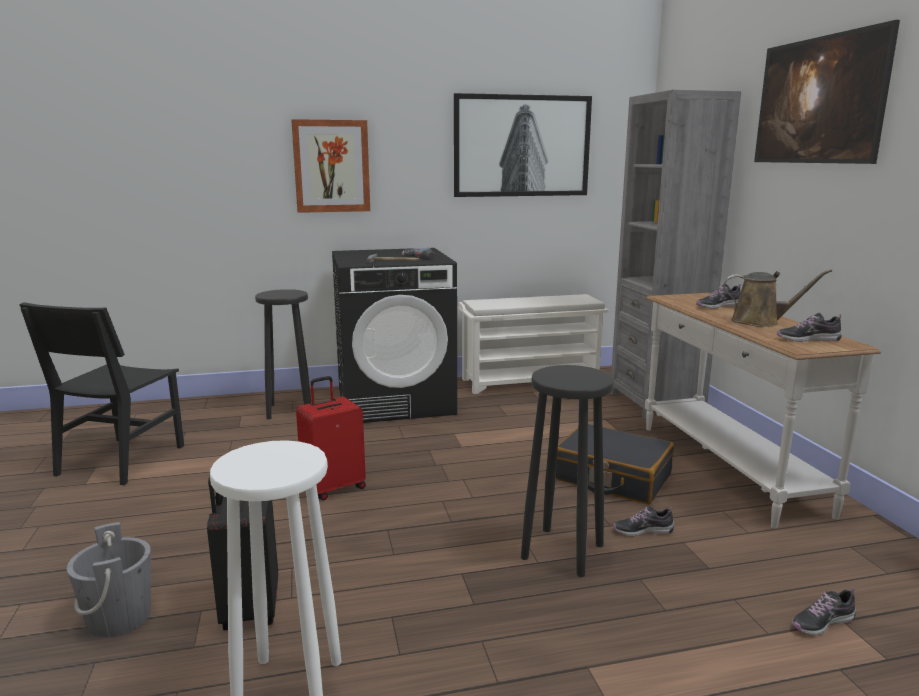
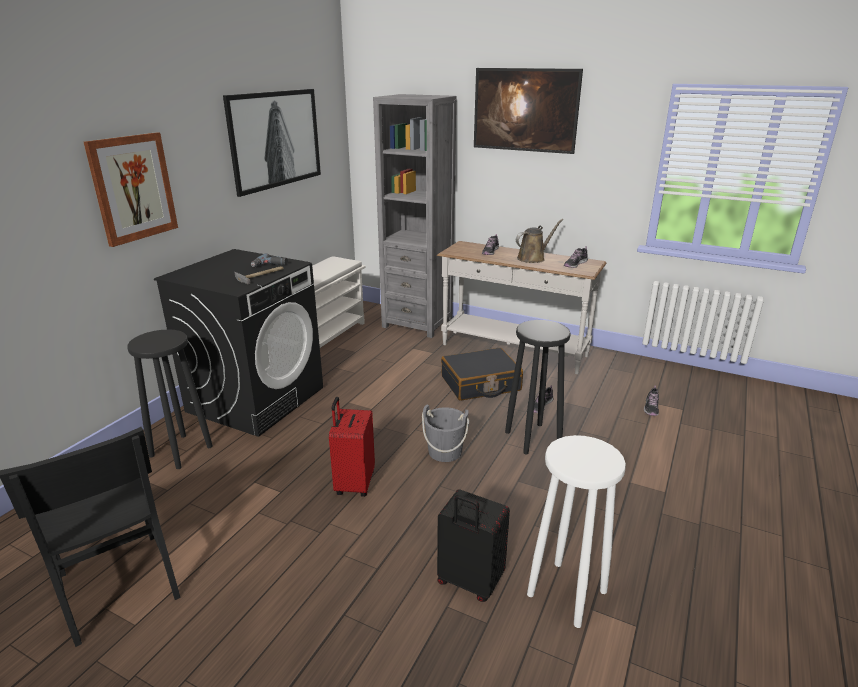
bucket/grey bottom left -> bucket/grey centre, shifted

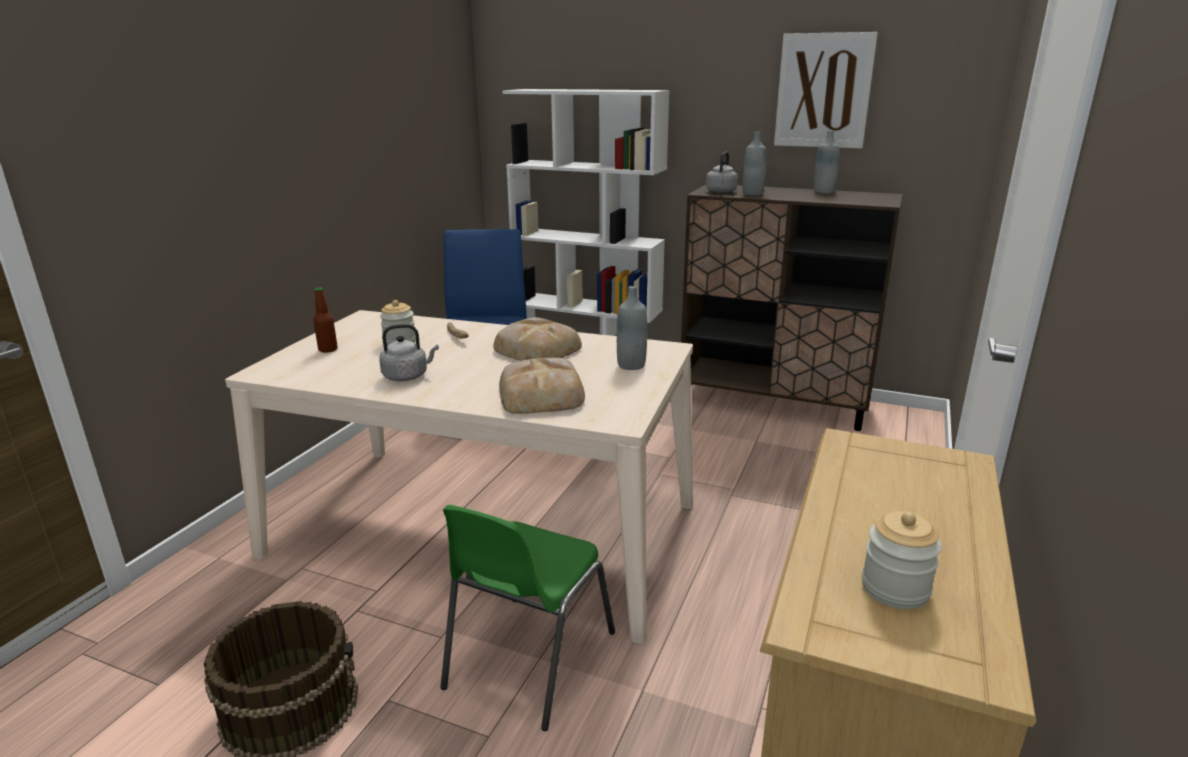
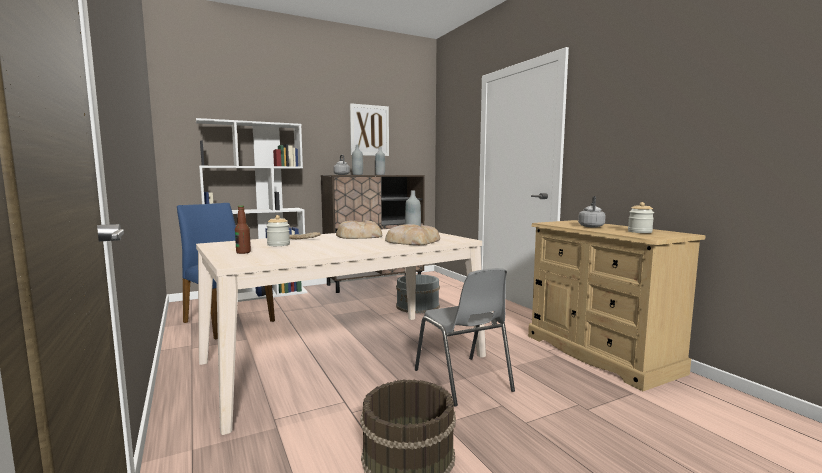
none -> bucket/grey centre
kettle/grey (no. 1 from left in the first image) centre -> kettle/grey (no. 2 from left) middle right, shifted
chair/green bottom centre -> chair/grey bottom centre

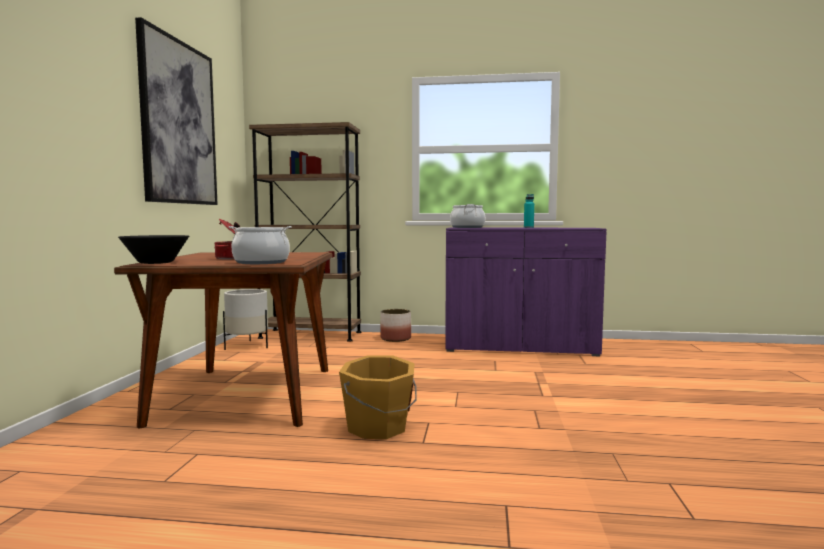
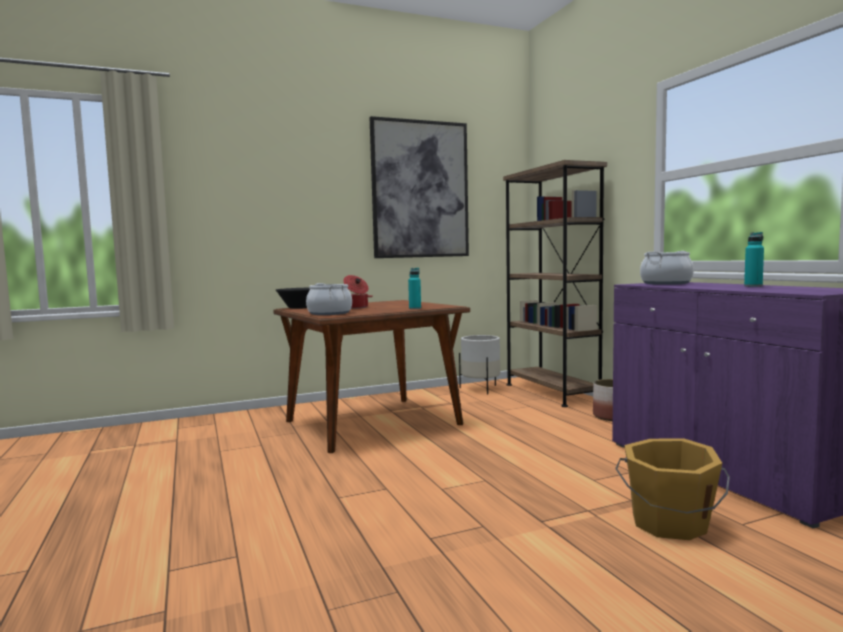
none -> bottle/turquoise (no. 1 from left) centre
bucket/orange bottom centre -> bucket/orange bottom right, shifted

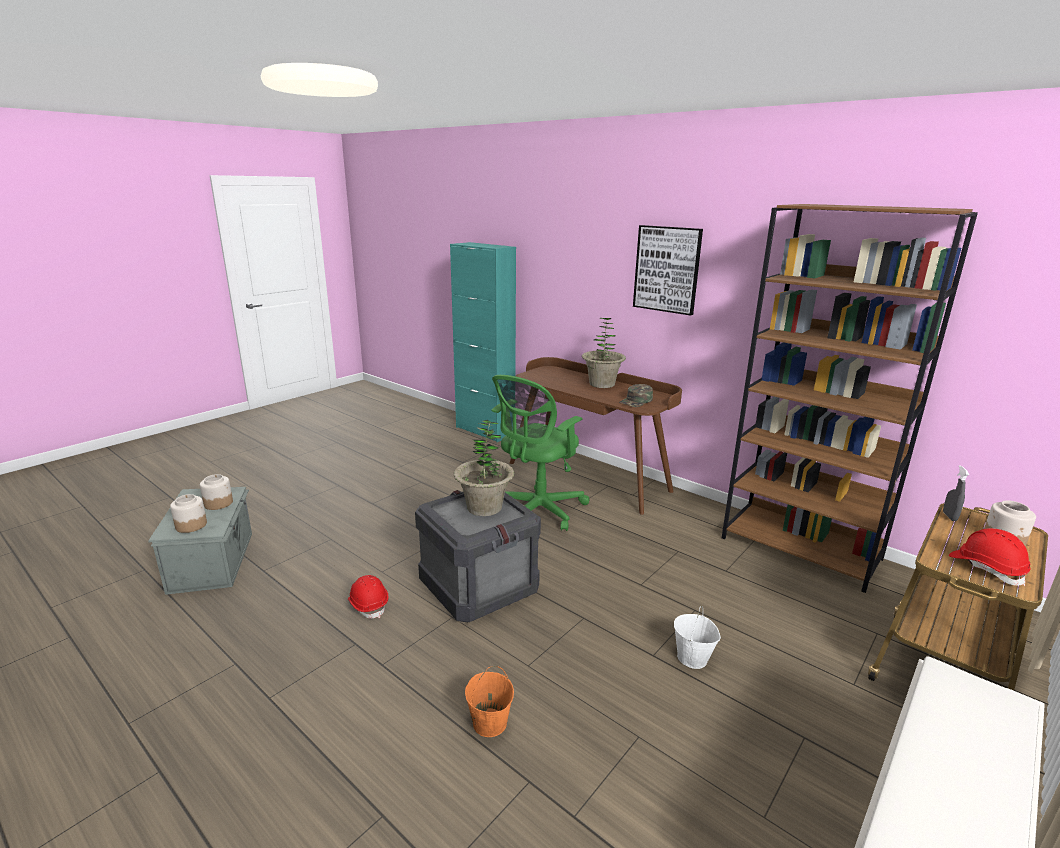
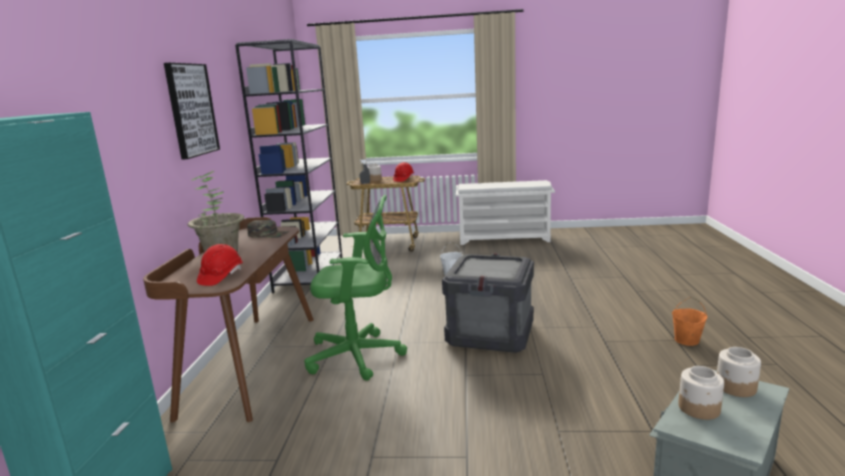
potted plant (no. 1 from left) centre -> none
hard hat/red (no. 1 from left) bottom centre -> hard hat/red (no. 1 from left) middle left, shifted
bucket/orange bottom centre -> bucket/orange bottom right, shifted
bookcase/brown middle right -> bookcase/grey centre

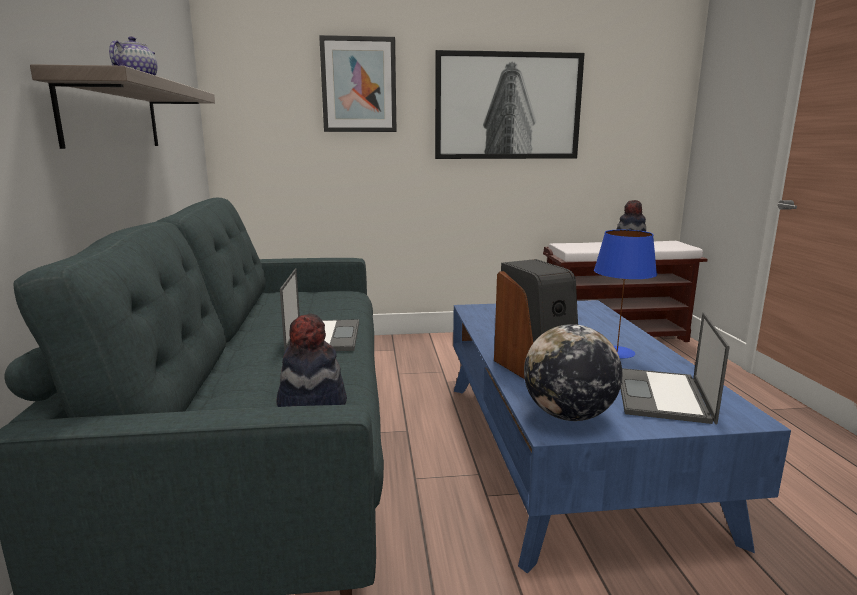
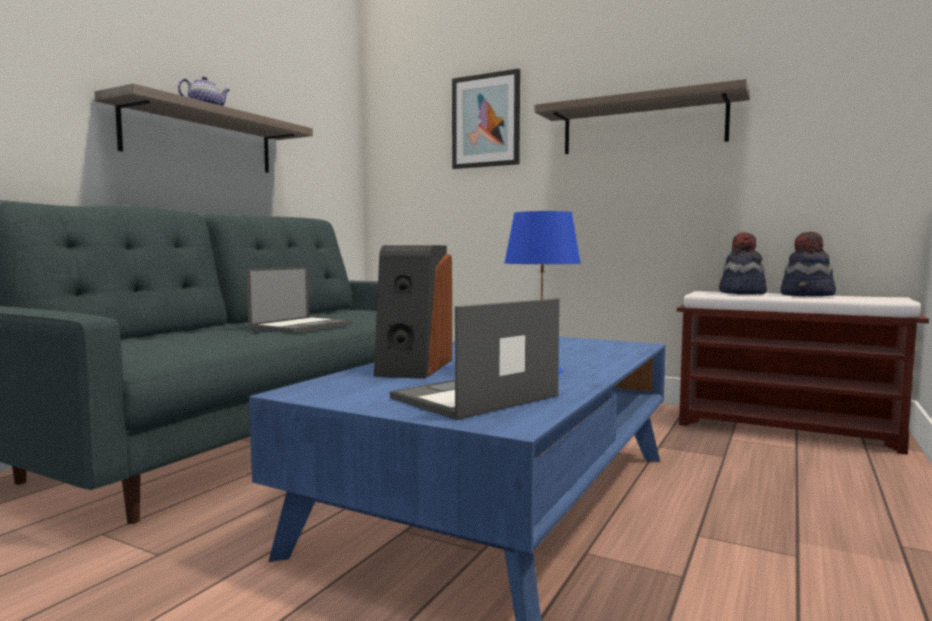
globe middle right -> none
hat (no. 1 from left) centre -> hat (no. 1 from left) middle right, shifted
picture (no. 2 from left) top centre -> shelf (no. 2 from left) top right

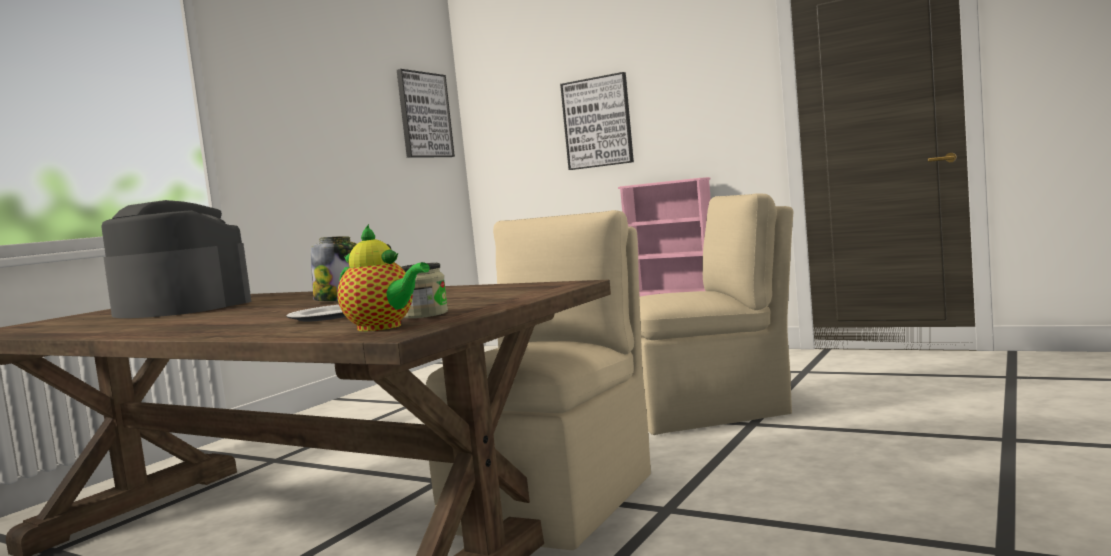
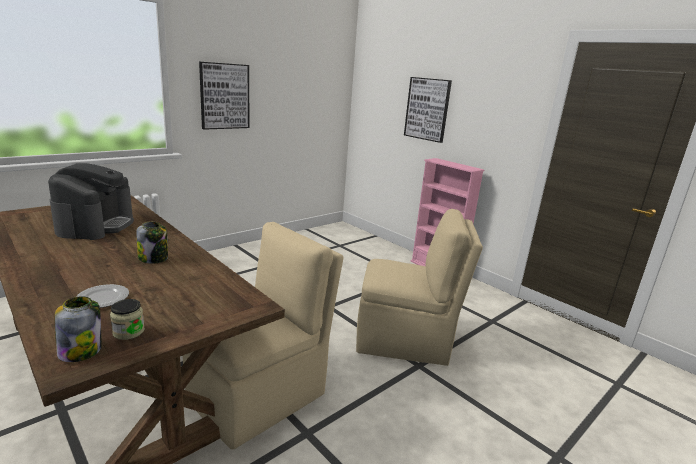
picture (no. 1 from left) top centre -> picture (no. 1 from left) top left, shifted
teapot centre -> jar (no. 1 from left) bottom left
coffee machine middle left, 45 degrees clockwise

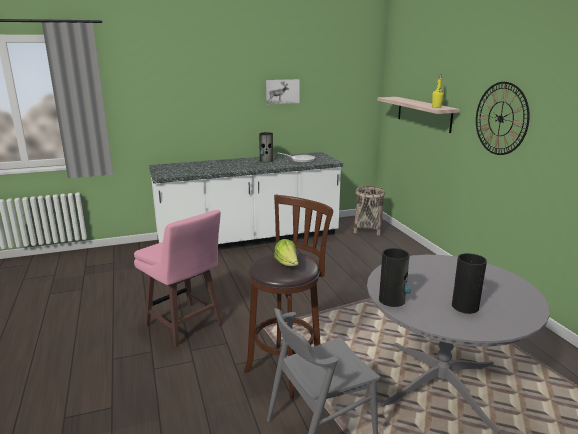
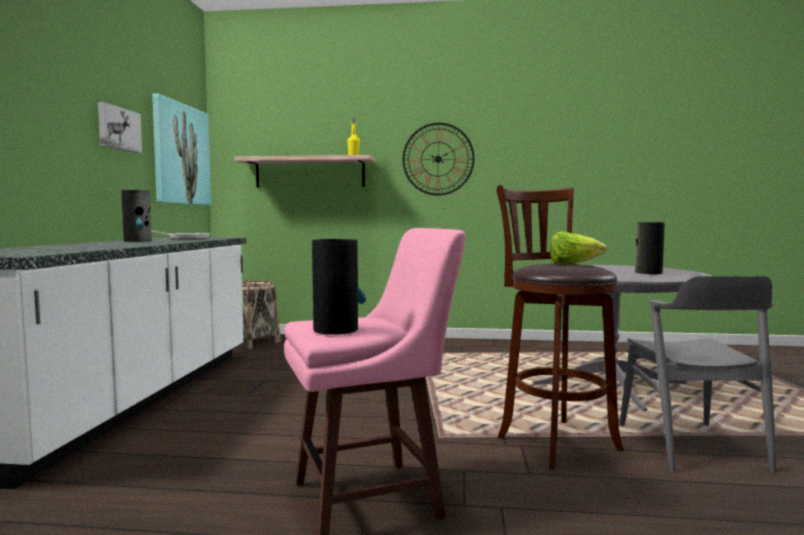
none -> picture (no. 2 from left) top left
vase (no. 2 from left) middle right -> vase (no. 2 from left) centre, shifted

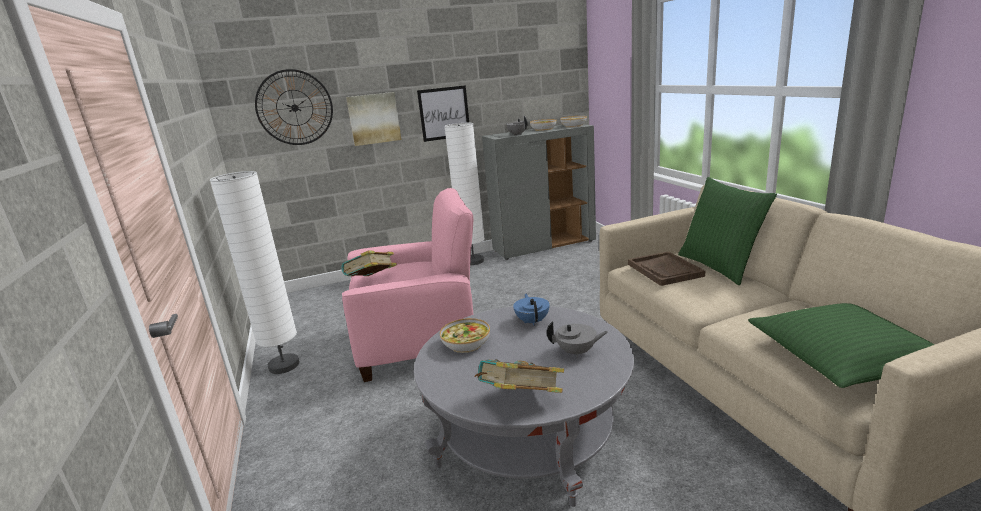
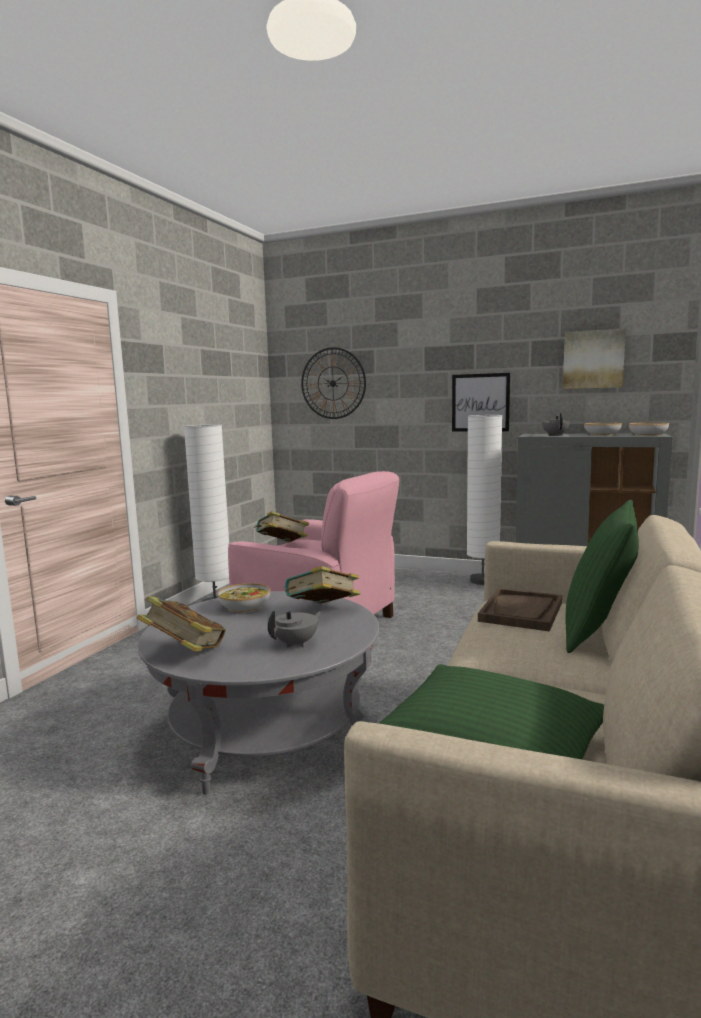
picture (no. 1 from left in the first image) top centre -> picture (no. 2 from left) middle right, shifted
teapot/blue centre -> book (no. 3 from left) centre
teapot/grey (no. 2 from left in the first image) centre -> teapot/grey (no. 1 from left) centre, 90 degrees counterclockwise

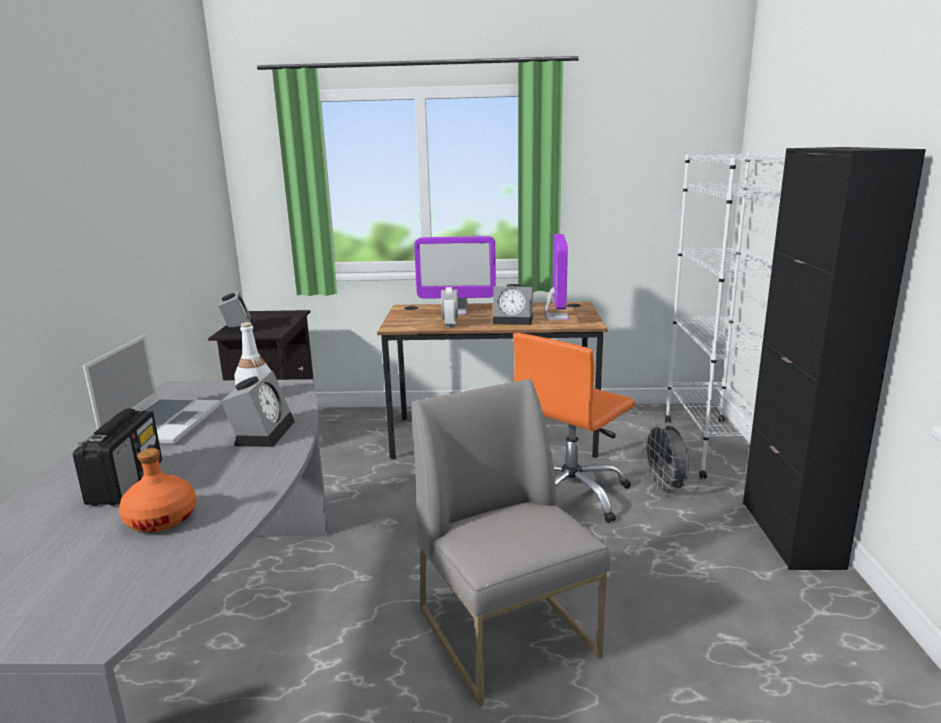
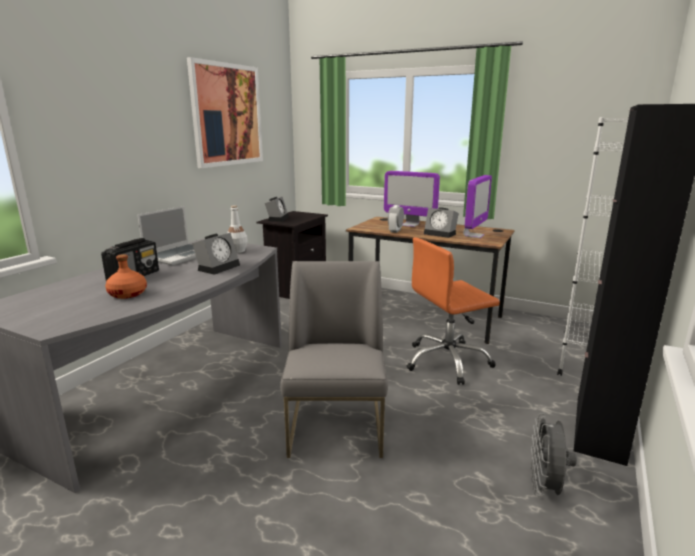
none -> picture top left
fan/grey middle right -> fan/grey bottom right, shifted

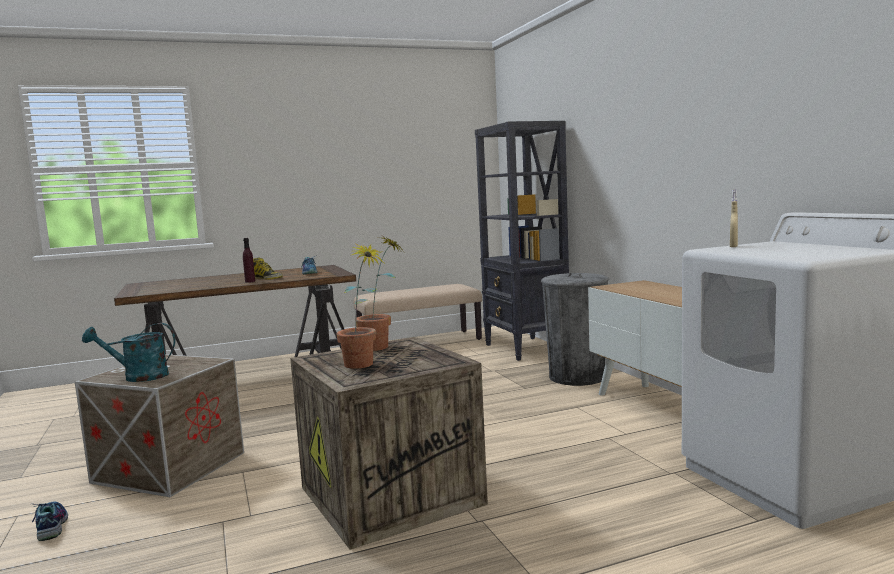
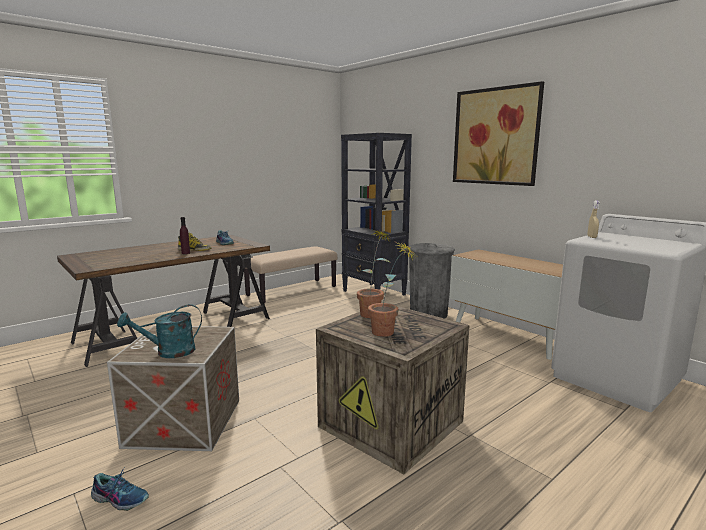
none -> picture top right
shoe (no. 1 from left) bottom left, 150 degrees clockwise

